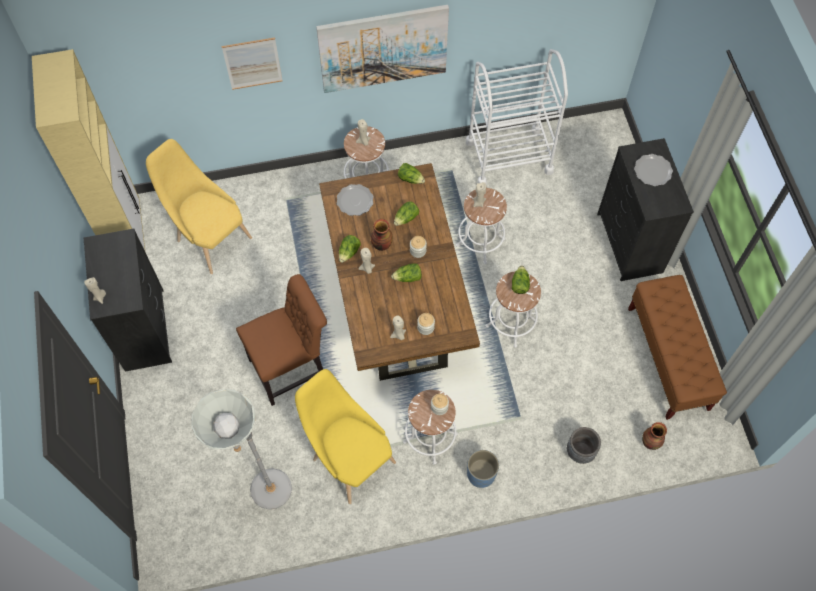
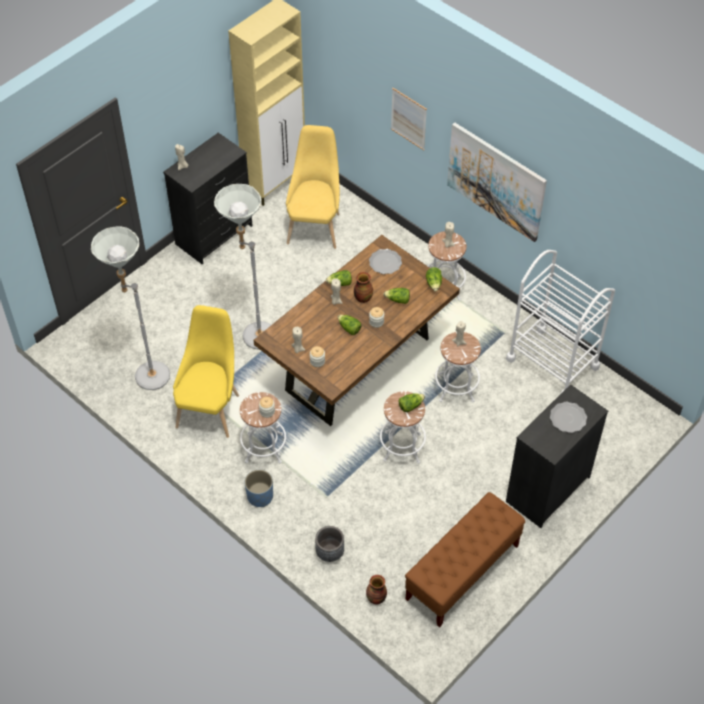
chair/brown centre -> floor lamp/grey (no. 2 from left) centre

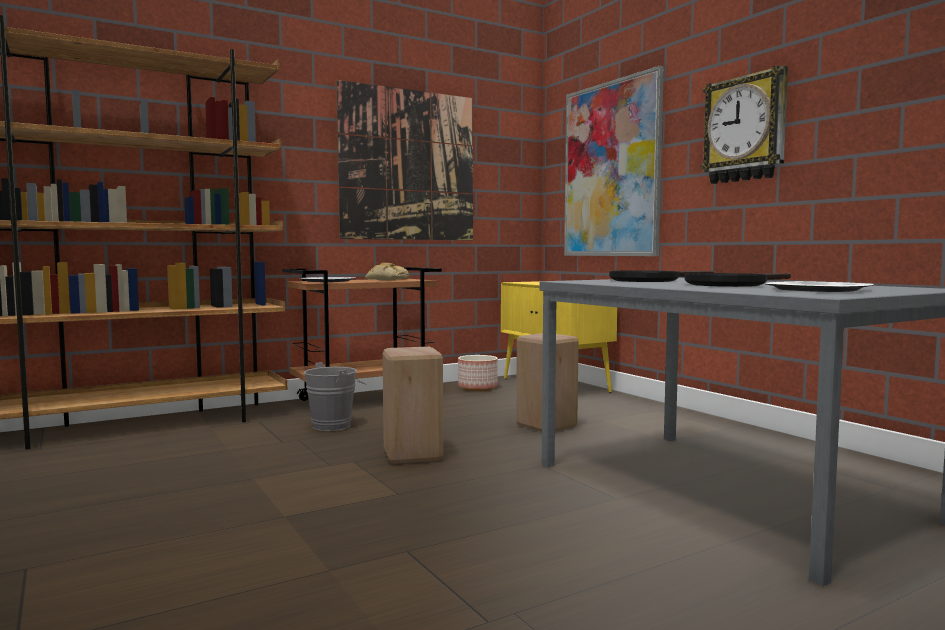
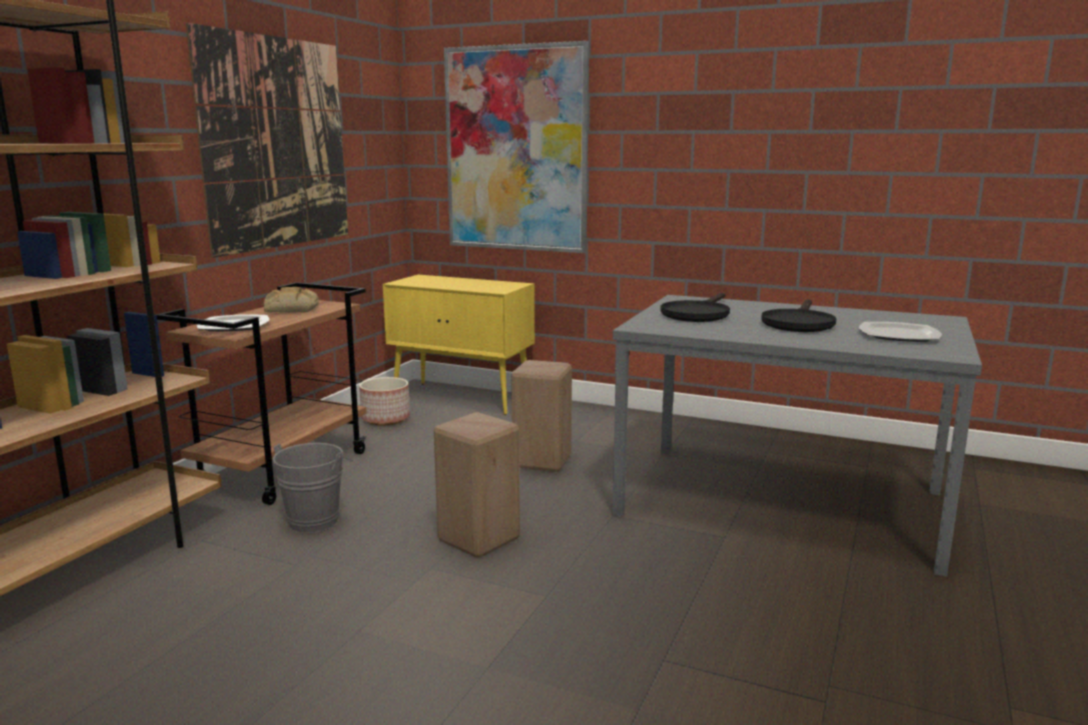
wall clock top right -> none

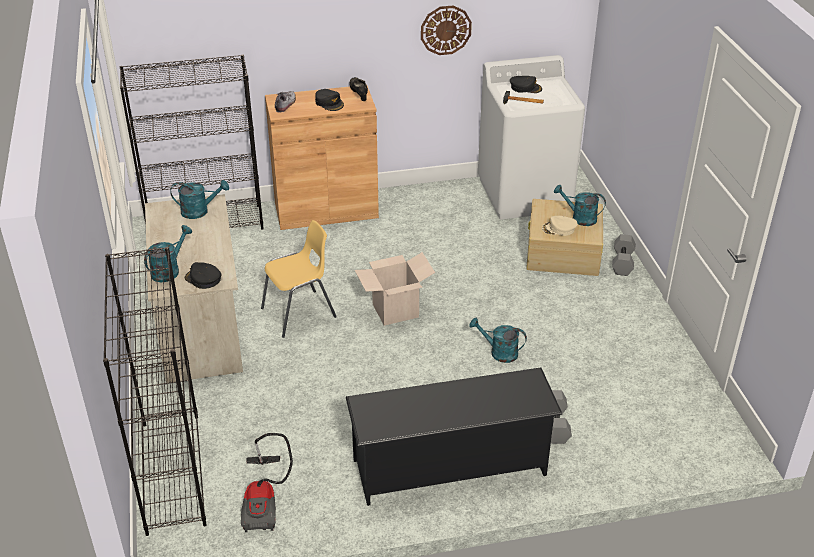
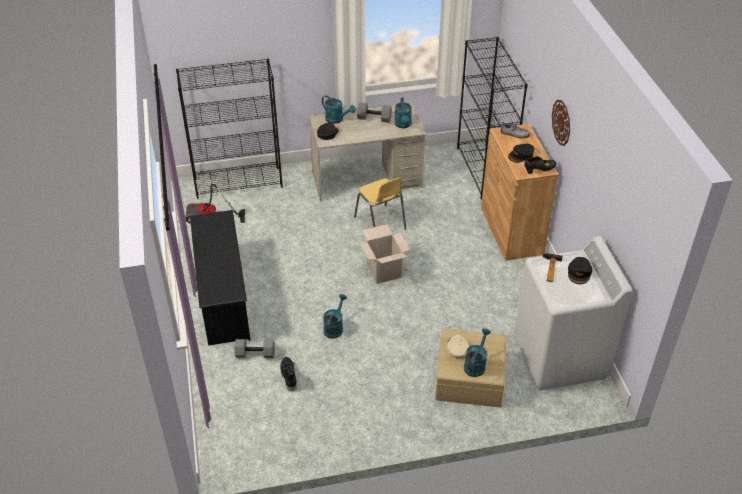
none -> boot/black bottom centre
wall clock top centre -> wall clock top right, shifted
dumbbell/grey (no. 2 from left) middle right -> dumbbell/grey (no. 2 from left) top centre, shifted

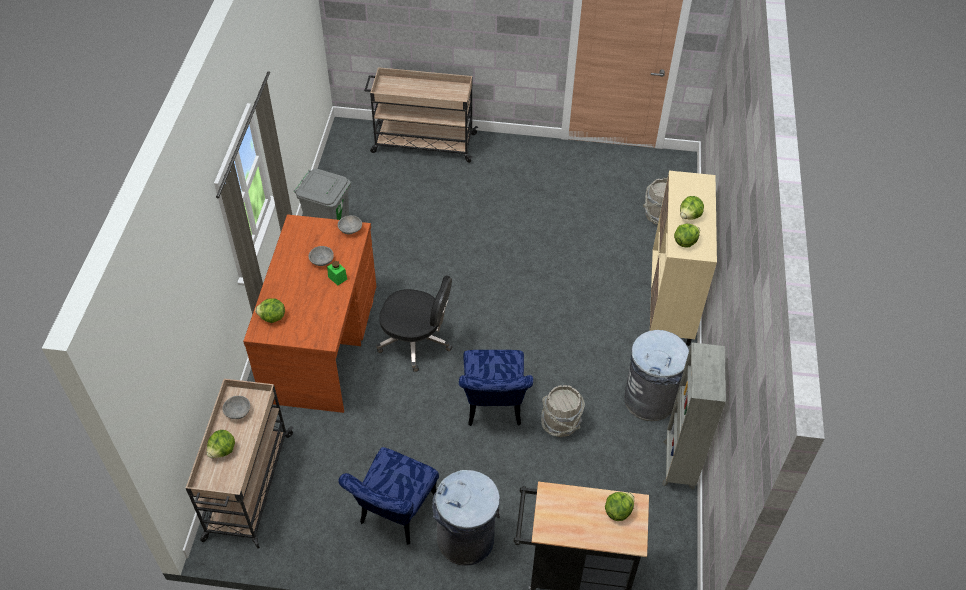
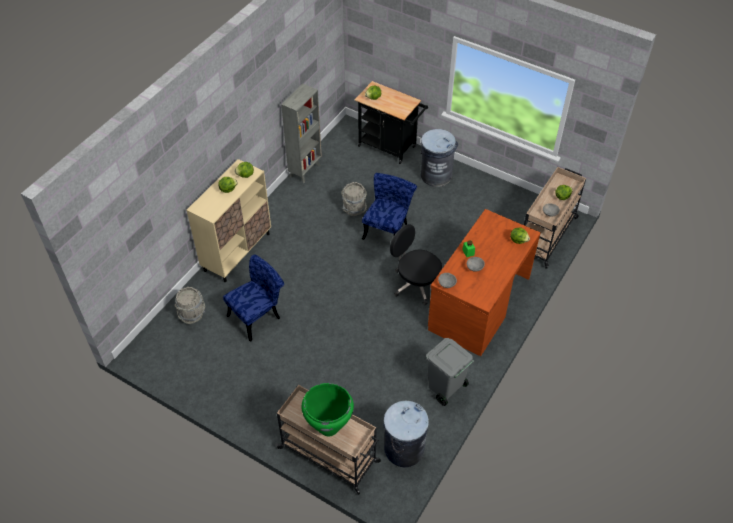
none -> vase/green bottom centre
chair/blue (no. 1 from left) bottom centre -> chair/blue (no. 1 from left) centre, shifted
trash can/grey (no. 3 from left in the first image) middle right -> trash can/grey (no. 1 from left) bottom centre, shifted

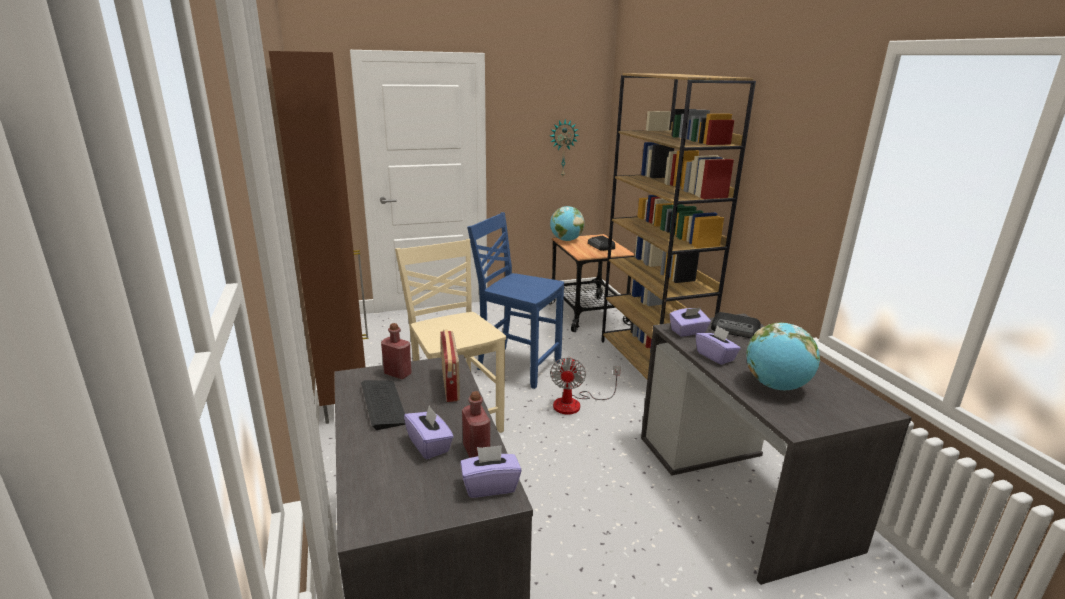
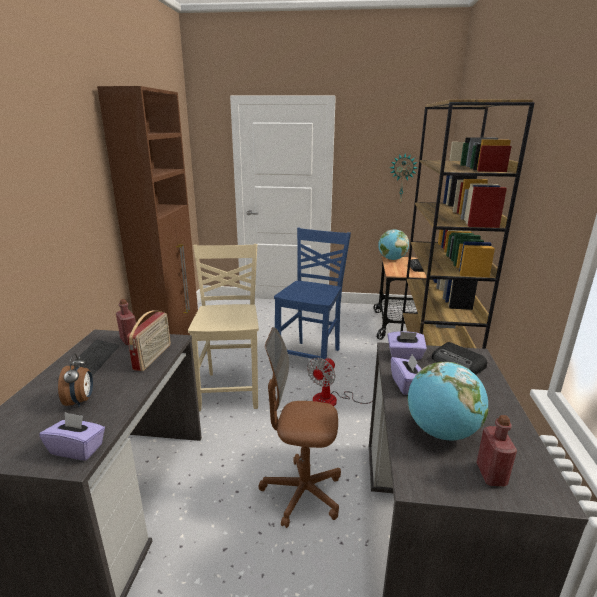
none -> office chair/brown bottom centre
bottle/red (no. 2 from left) bottom centre -> bottle/red (no. 2 from left) bottom right, shifted
tissue box/purple (no. 1 from left) bottom centre -> alarm clock middle left
chair/blue centre, 60 degrees clockwise

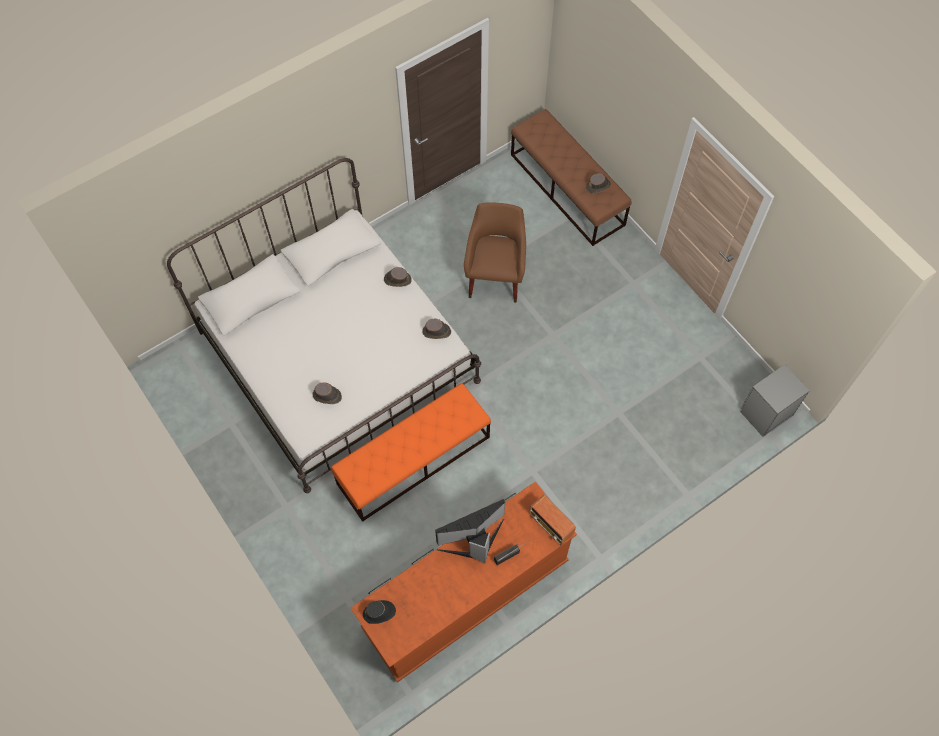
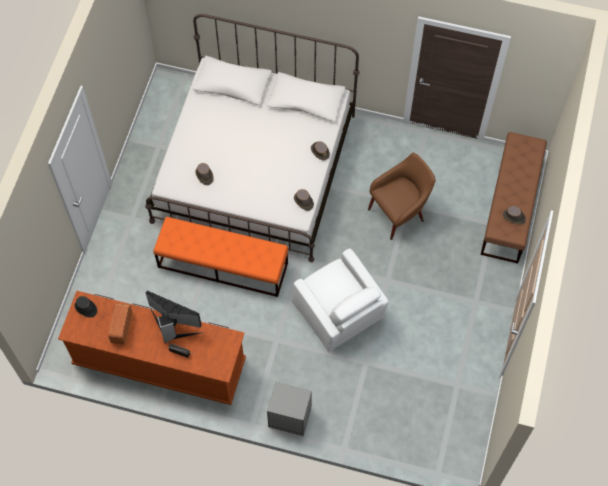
none -> armchair/white centre
radio (no. 2 from left in the first image) bottom centre -> radio (no. 1 from left) bottom left, shifted
nightstand/grey middle right -> nightstand/grey bottom centre, shifted

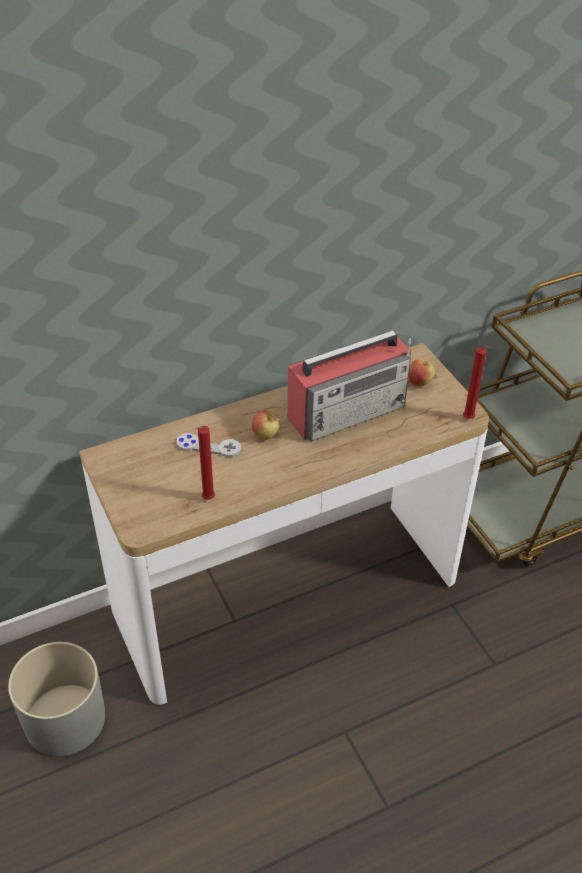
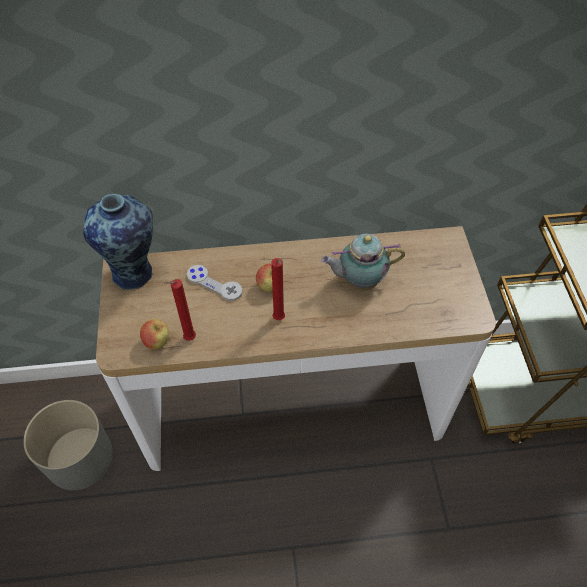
none -> vase middle left
apple (no. 2 from left in the first image) middle right -> apple (no. 1 from left) middle left, shifted
candle/red (no. 2 from left) middle right -> candle/red (no. 2 from left) centre, shifted
radio centre -> teapot centre

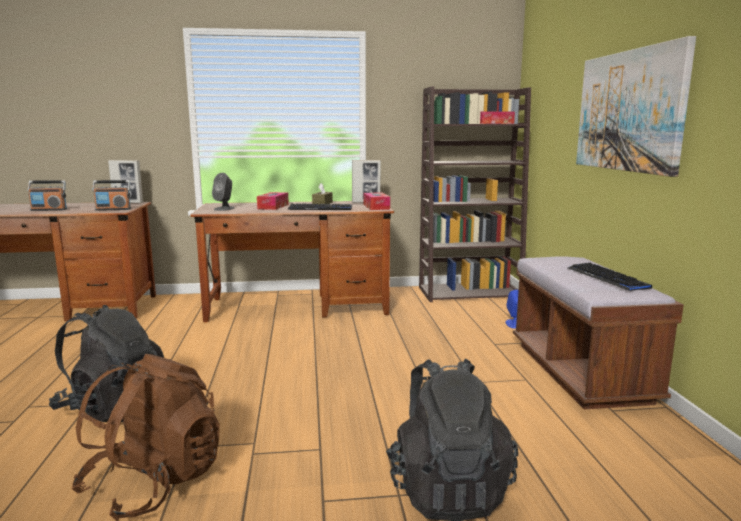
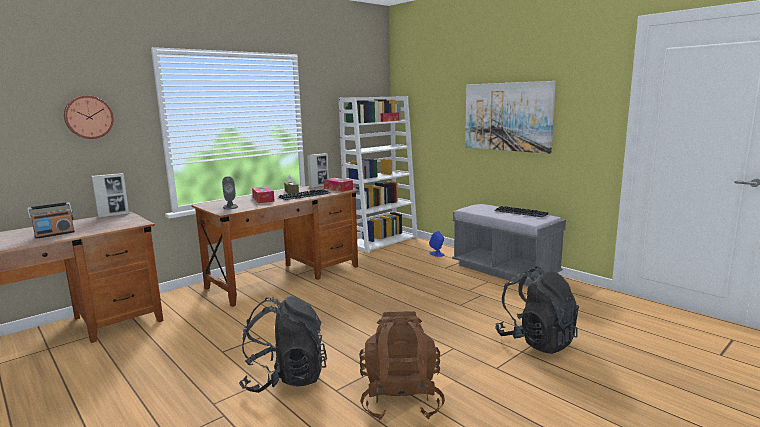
radio (no. 2 from left) middle left -> none
none -> wall clock top left
bookcase/brown centre -> bookcase/white centre
bench/brown middle right -> bench/grey middle right

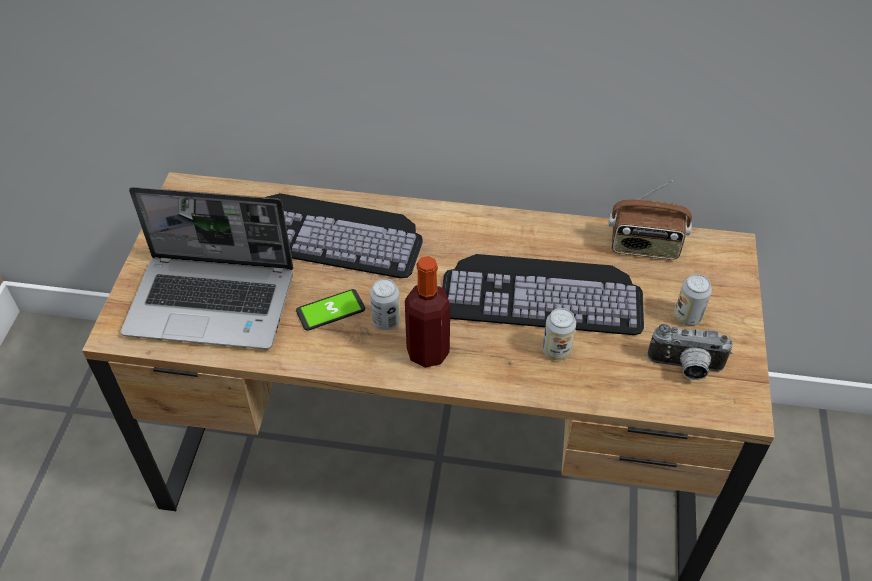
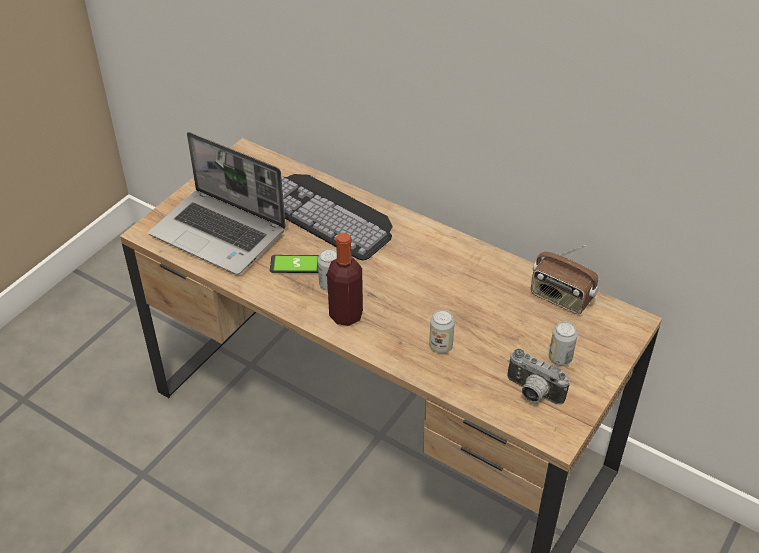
keyboard (no. 2 from left) centre -> none

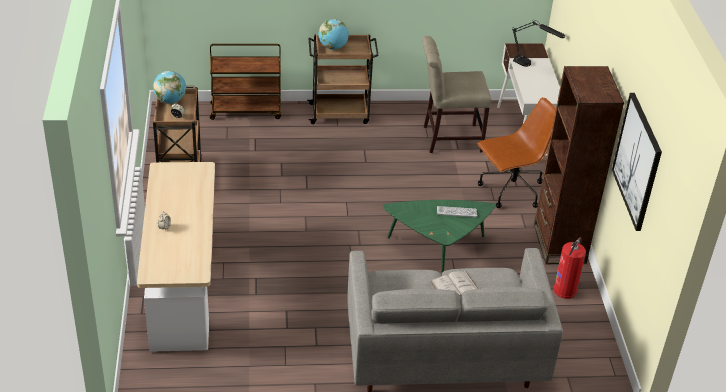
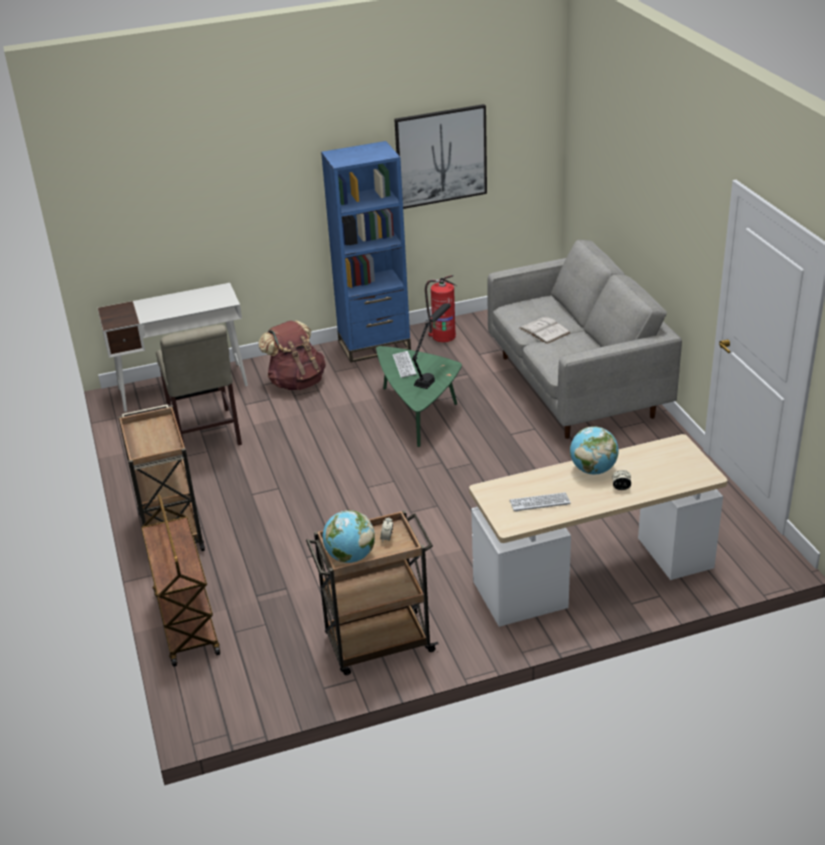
none -> keyboard (no. 2 from left) centre
globe (no. 2 from left) top centre -> globe (no. 2 from left) middle right, shifted
table lamp/black top right -> table lamp/black centre, shifted
office chair/brown middle right -> backpack/brown centre
bookcase/brown middle right -> bookcase/blue top centre

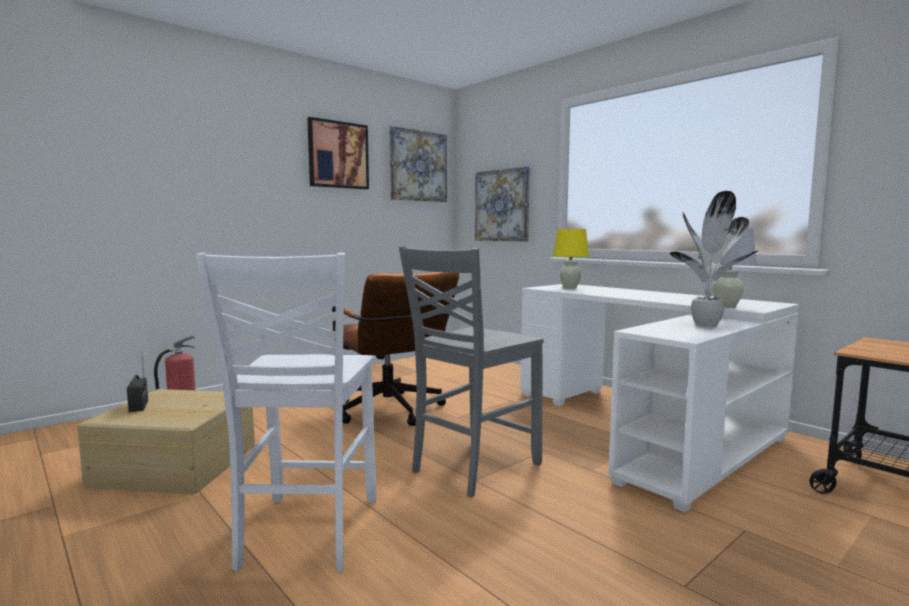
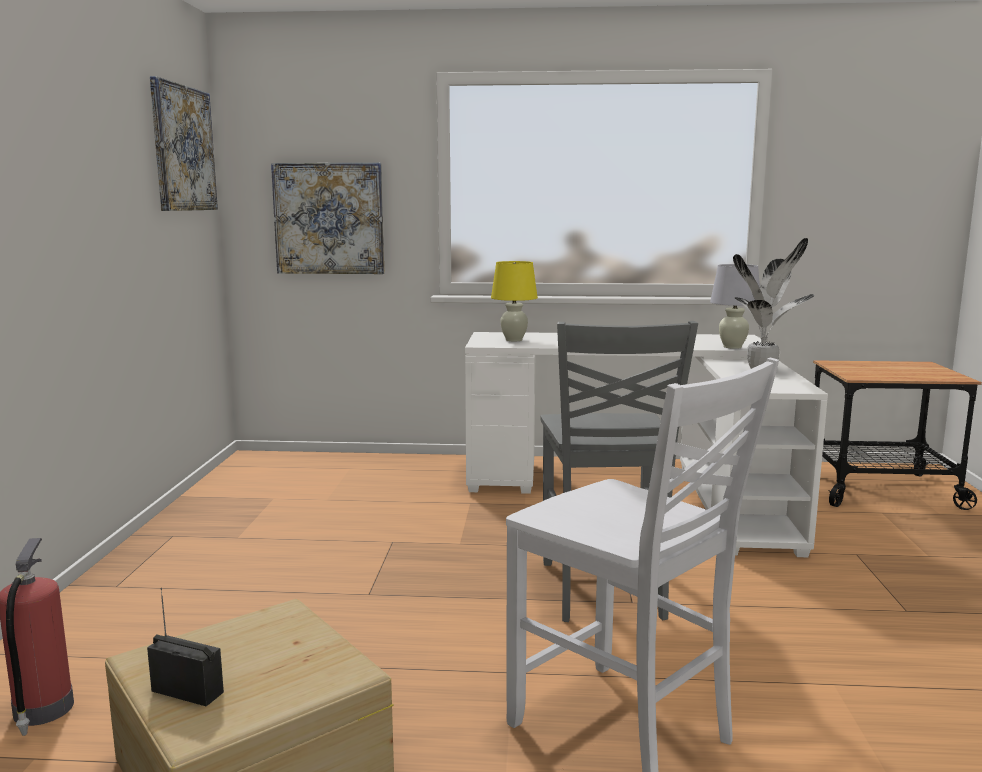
picture (no. 1 from left) top centre -> none
office chair/brown centre -> none

